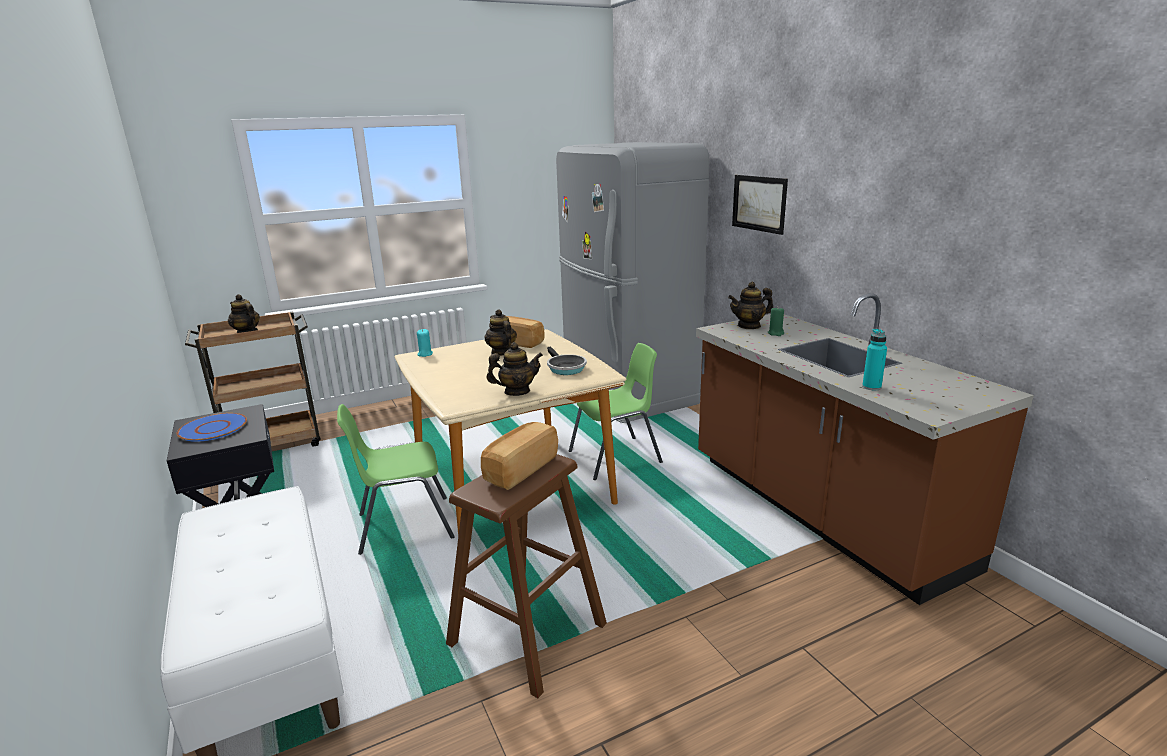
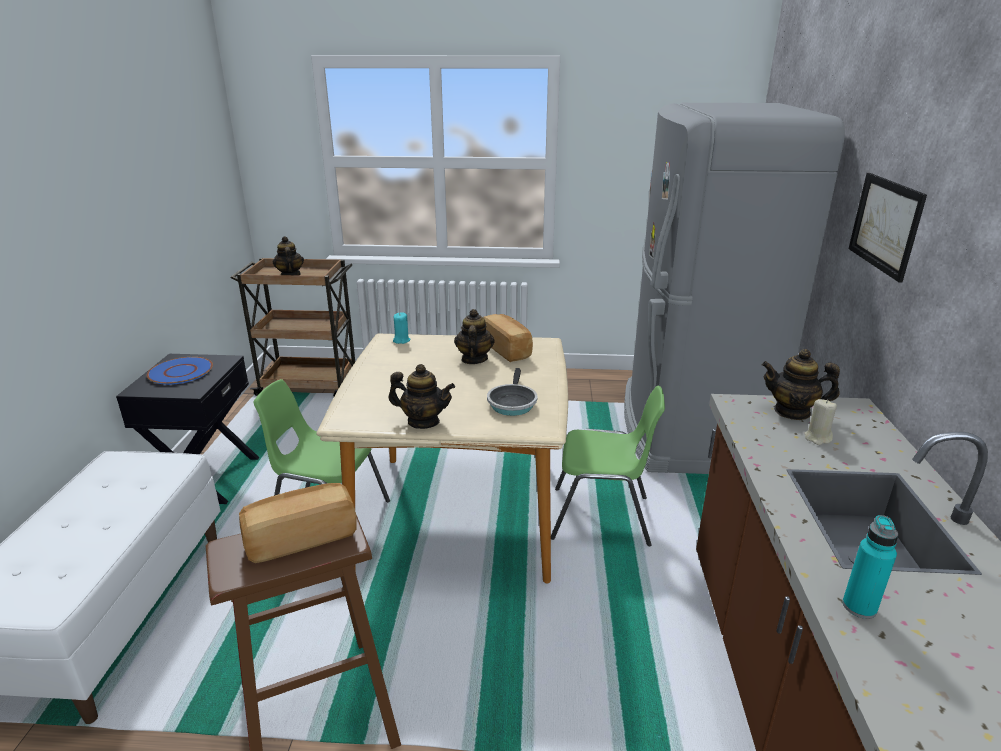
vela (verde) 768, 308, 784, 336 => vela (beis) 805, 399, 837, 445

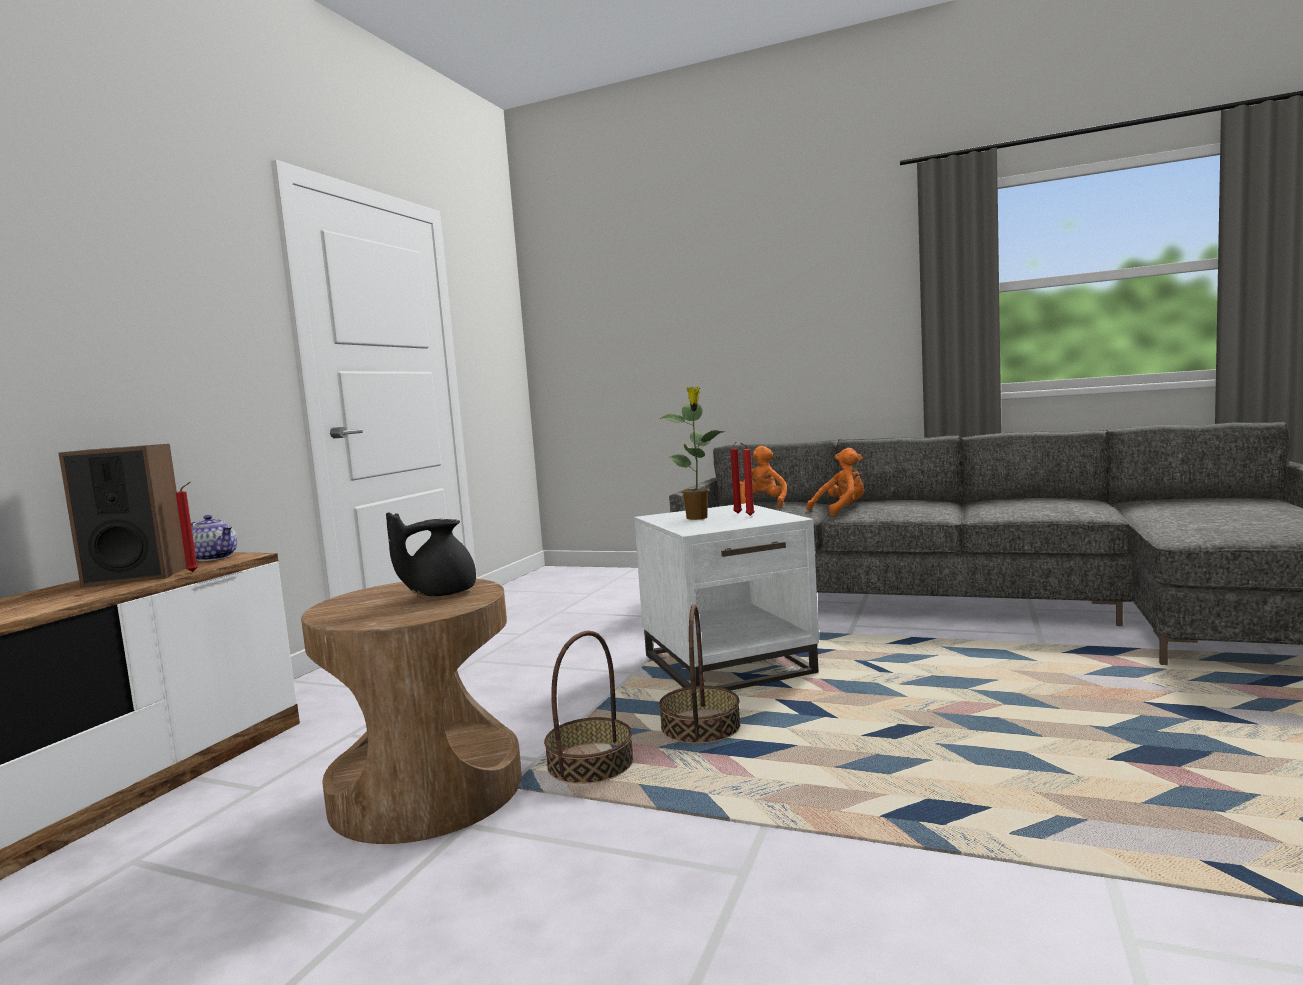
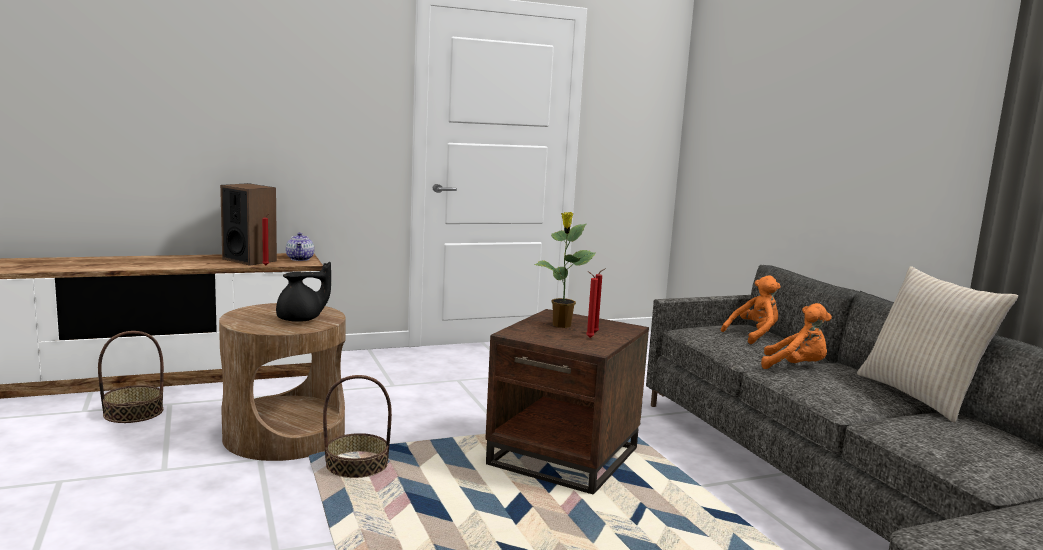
mesa auxiliar (blanco) 634, 503, 819, 691 => mesa auxiliar (marrón) 485, 309, 649, 495
tetera (negro) 386, 513, 476, 596 => tetera (negro) 276, 262, 331, 322, 150 degrees clockwise
cesta 659, 604, 740, 743 => cesta 98, 331, 164, 423, relocated
nothing => cojín (beis) 857, 266, 1018, 423

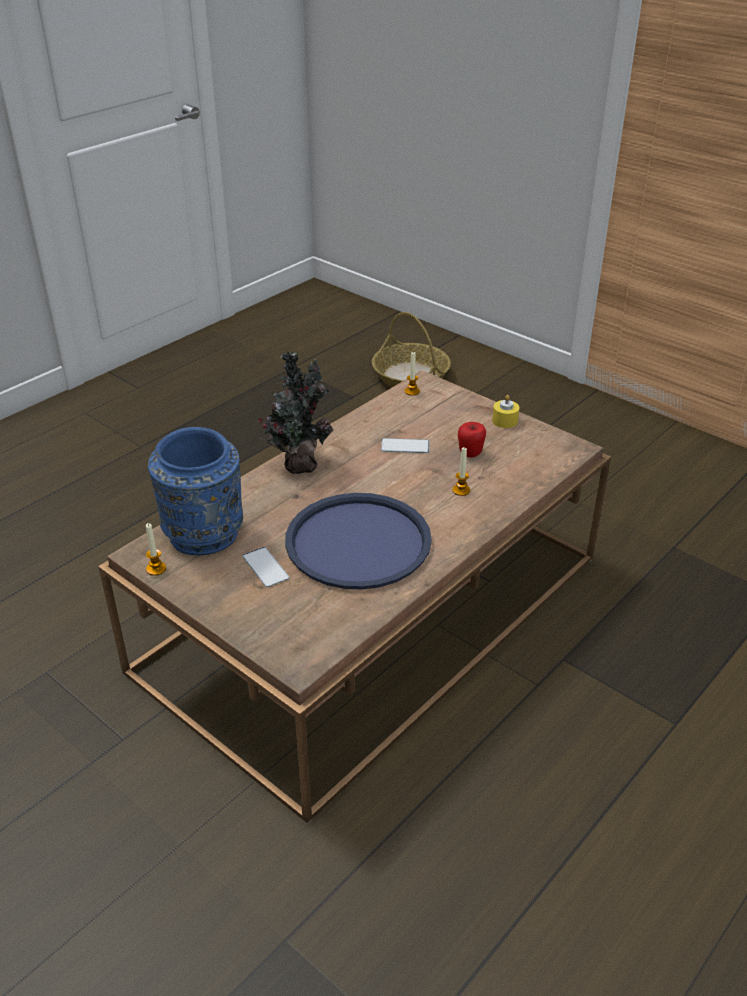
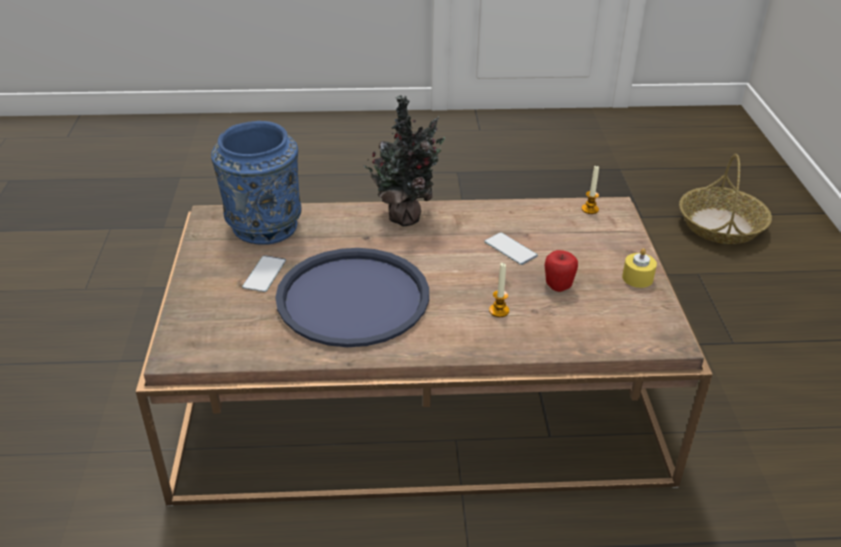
vela 146, 523, 166, 576 => nothing

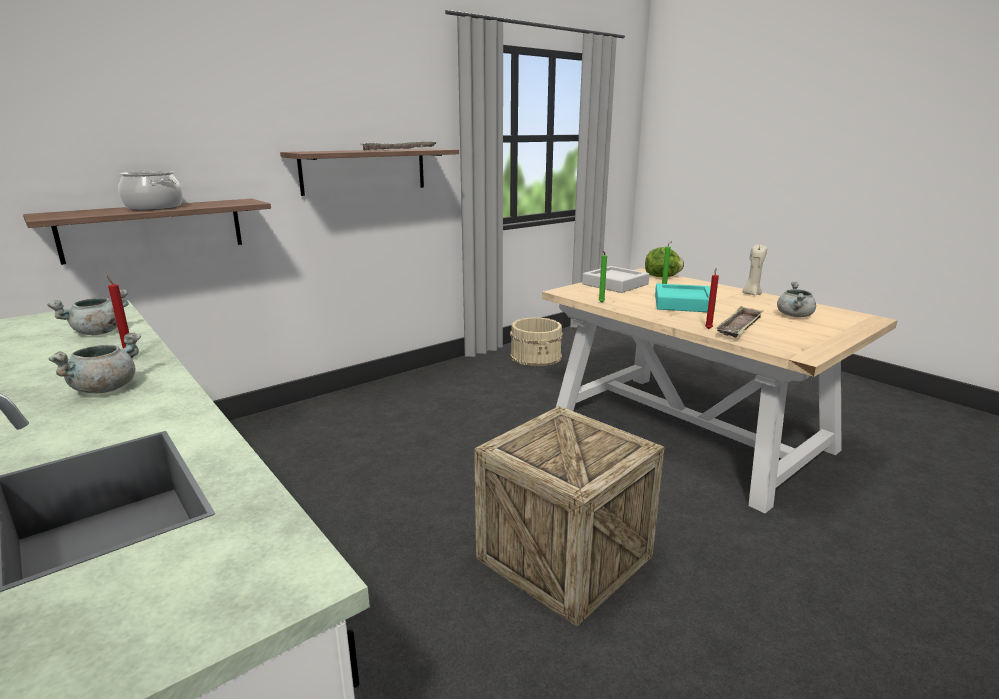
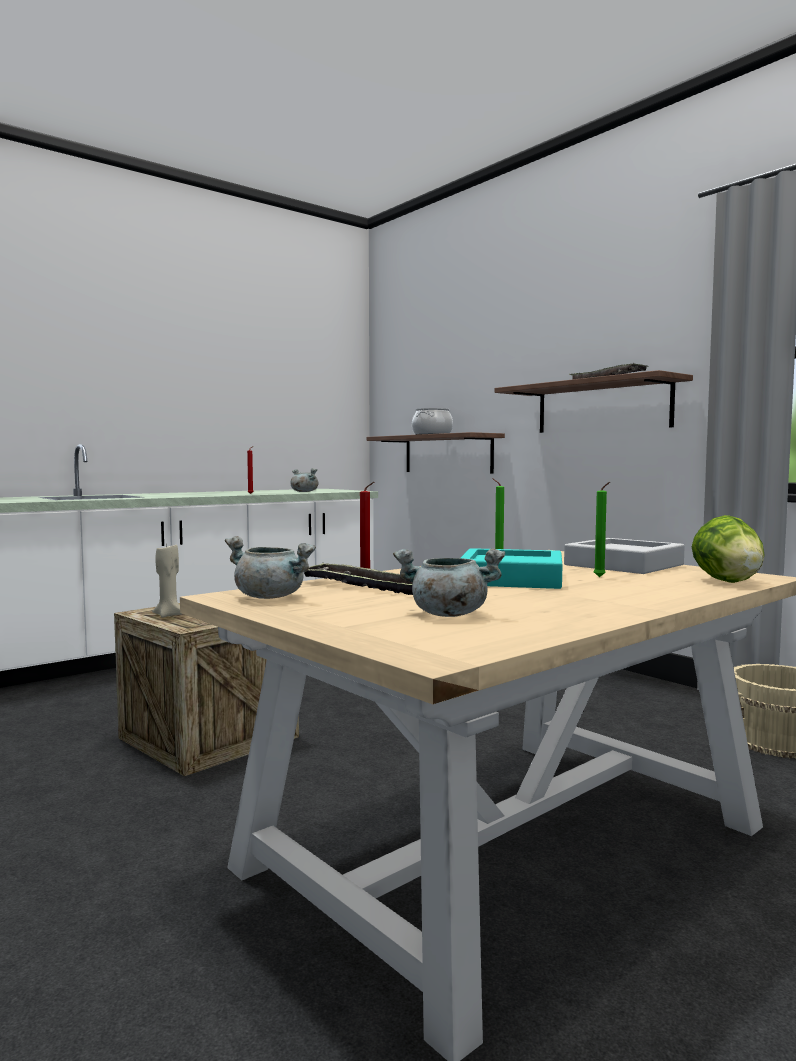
vela (beis) 742, 244, 767, 295 => vela (beis) 152, 543, 182, 618, relocated
olla (gris) 49, 333, 141, 394 => olla (gris) 225, 536, 316, 599, relocated

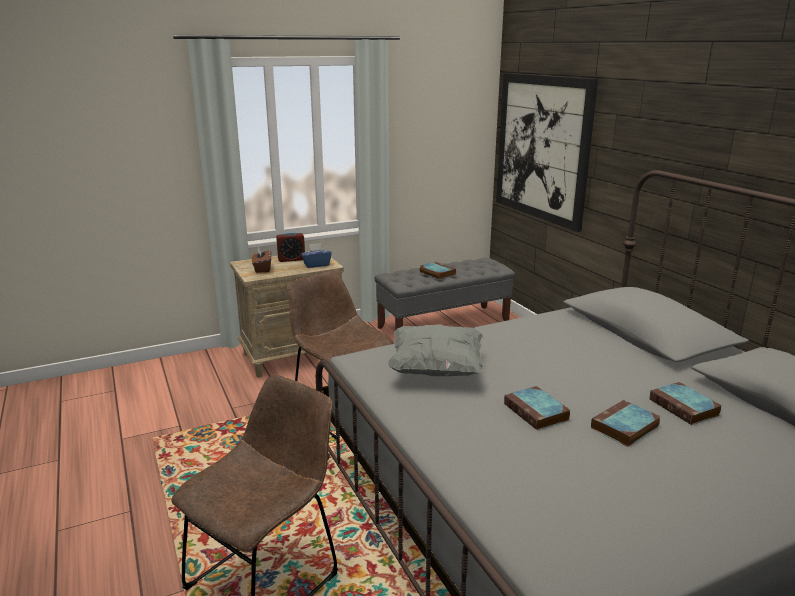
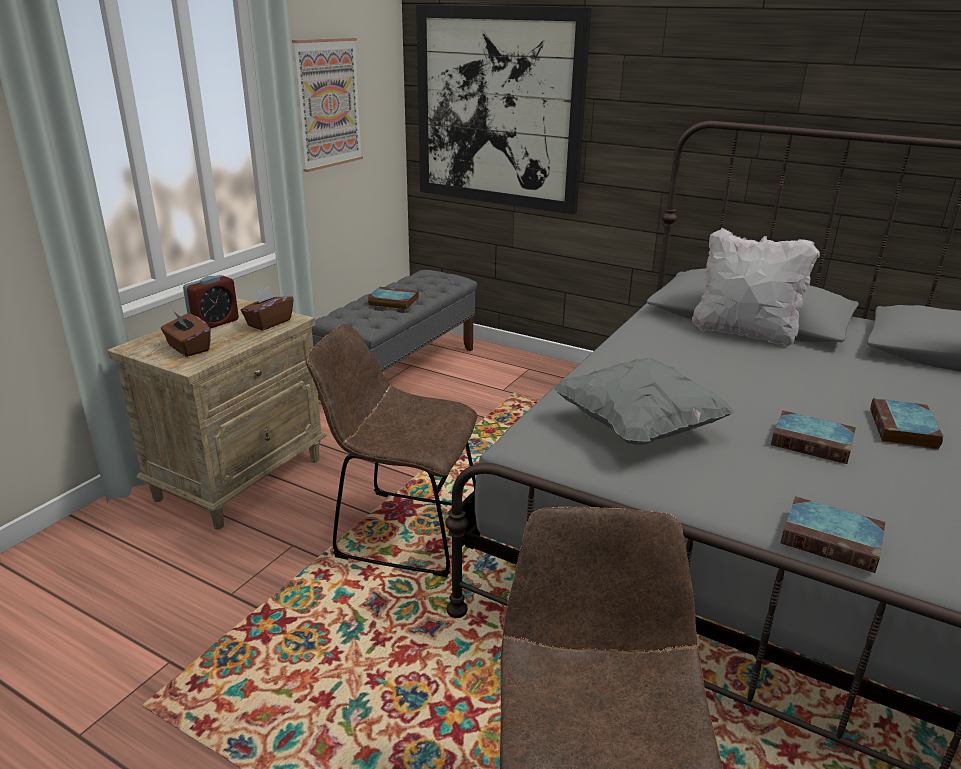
caja de pañuelos (azul) 301, 243, 332, 268 => caja de pañuelos (marrón) 241, 286, 294, 331
libro 650, 382, 722, 425 => libro 780, 496, 885, 573, relocated
nothing => cuadro 292, 38, 363, 172
nothing => cojín (blanco) 692, 228, 820, 347

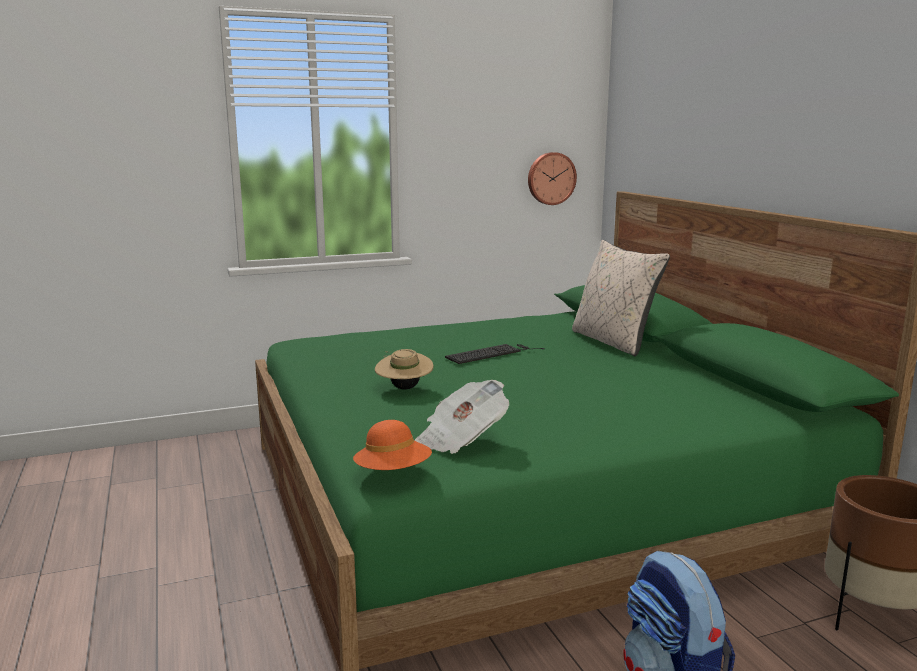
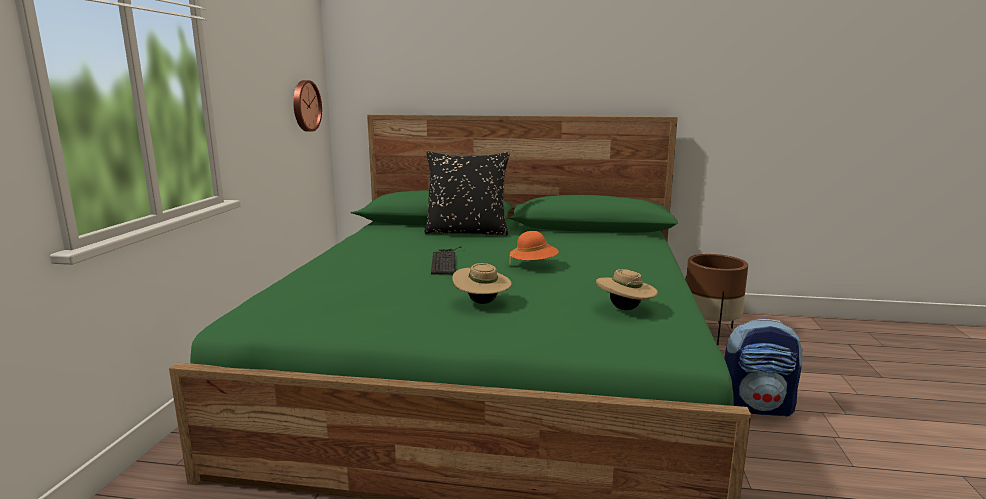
cojín (beis) 572, 240, 670, 356 => cojín (negro) 424, 151, 510, 236
periódico 414, 380, 509, 454 => sombrero (beis) 596, 269, 658, 310
sombrero (naranja) 353, 420, 432, 470 => sombrero (naranja) 510, 231, 559, 261, relocated

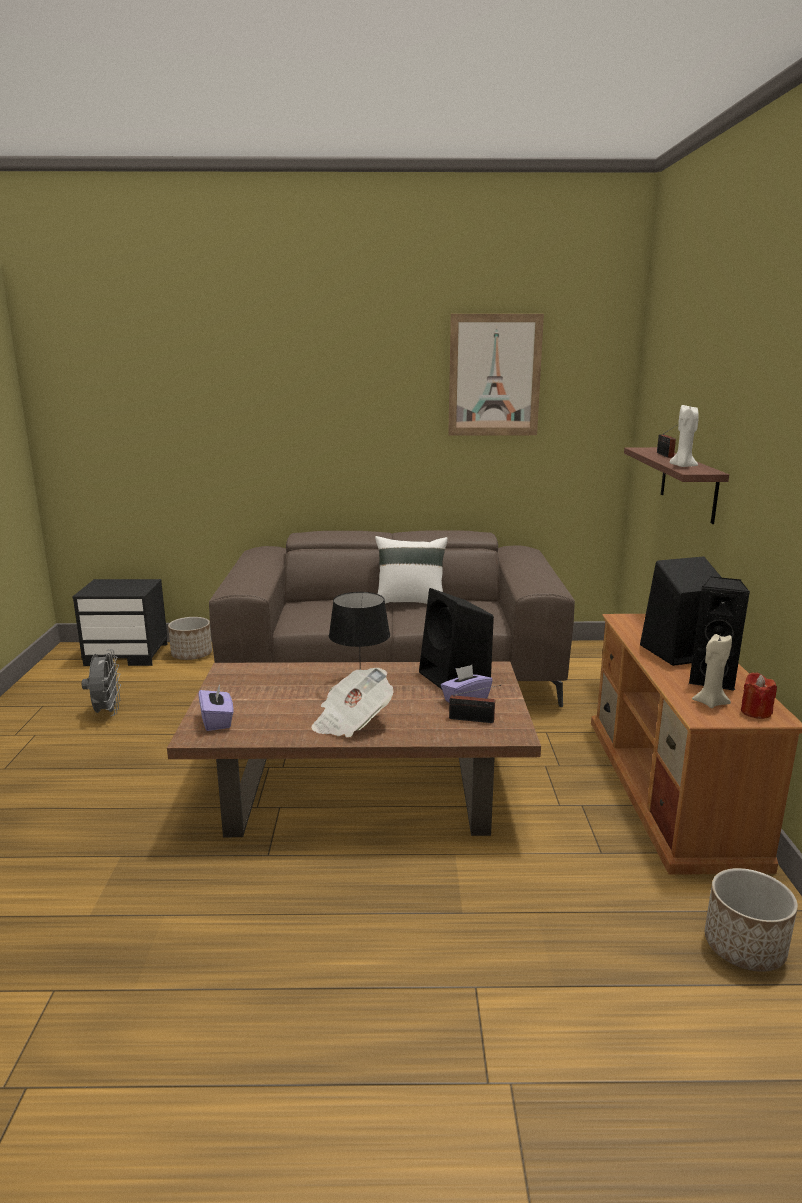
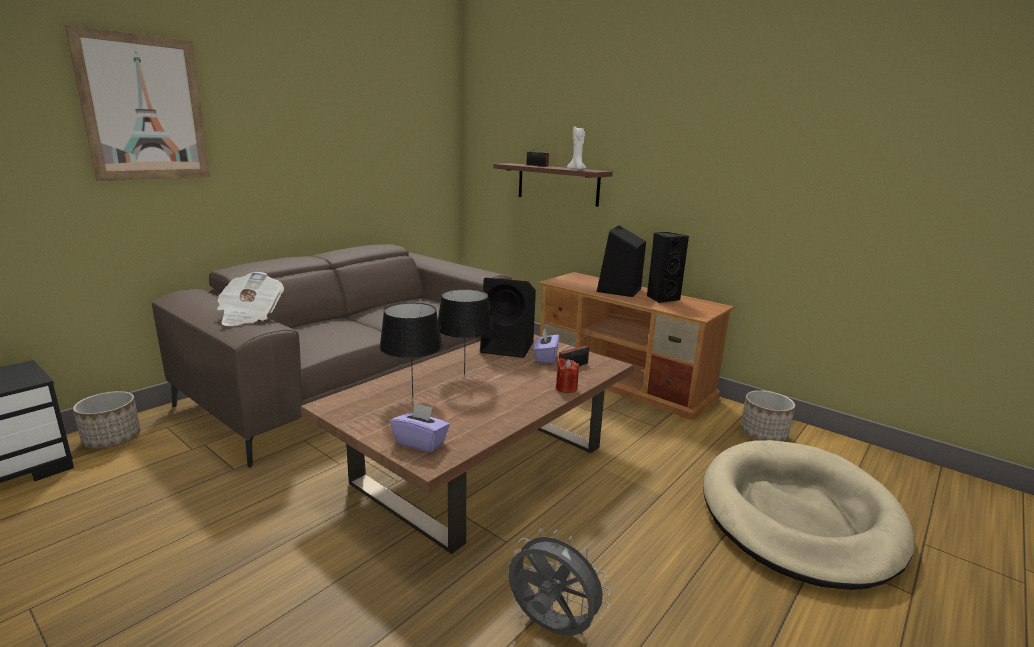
cuadro 448, 314, 544, 435 => cuadro 65, 25, 210, 181, relocated
cojín (blanco) 375, 536, 448, 604 => nothing
vela (beis) 692, 634, 732, 708 => nothing
ventilador (gris) 82, 649, 121, 716 => ventilador (gris) 508, 528, 611, 636, relocated
periódico 311, 668, 394, 738 => periódico 217, 272, 284, 326, relocated
vela (rojo) 741, 673, 777, 719 => vela (rojo) 556, 358, 579, 393, relocated
nothing => lámpara de mesa (negro) 380, 303, 442, 397
nothing => cama para perro (beis) 703, 440, 914, 590

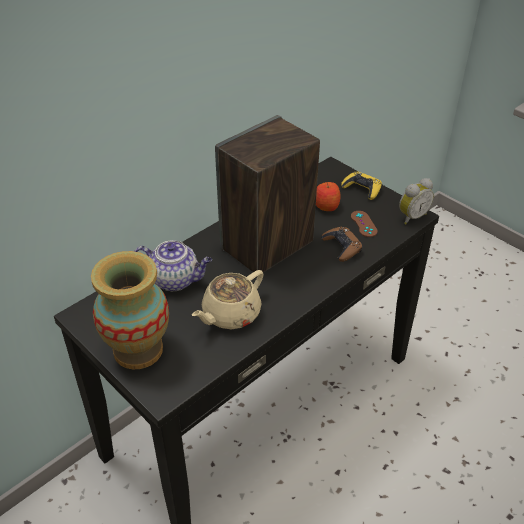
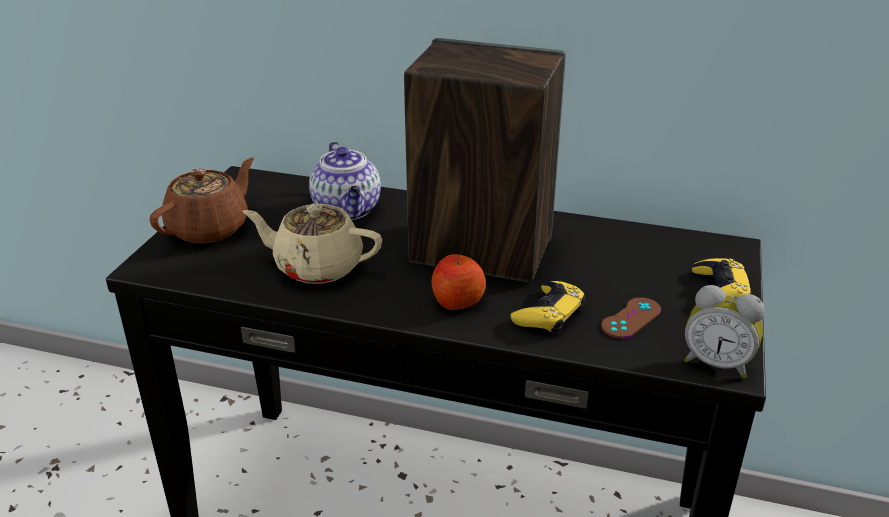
manzana 316, 182, 341, 211 => manzana 431, 254, 486, 310, relocated
mando de consola (marrón) 321, 227, 363, 262 => mando de consola (amarillo) 511, 281, 585, 335
florero 91, 251, 169, 369 => tetera (marrón) 149, 157, 254, 243

